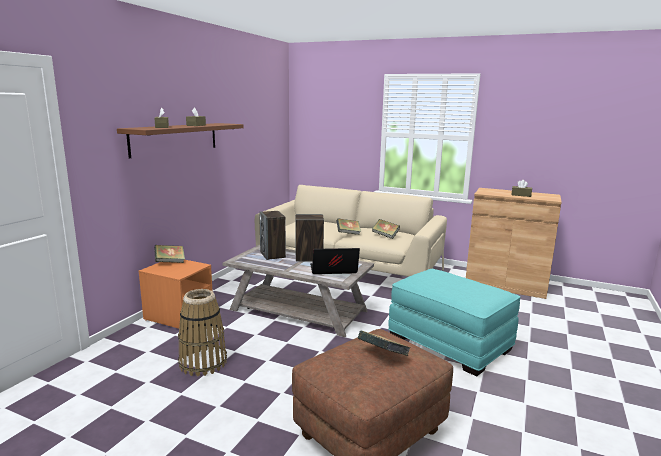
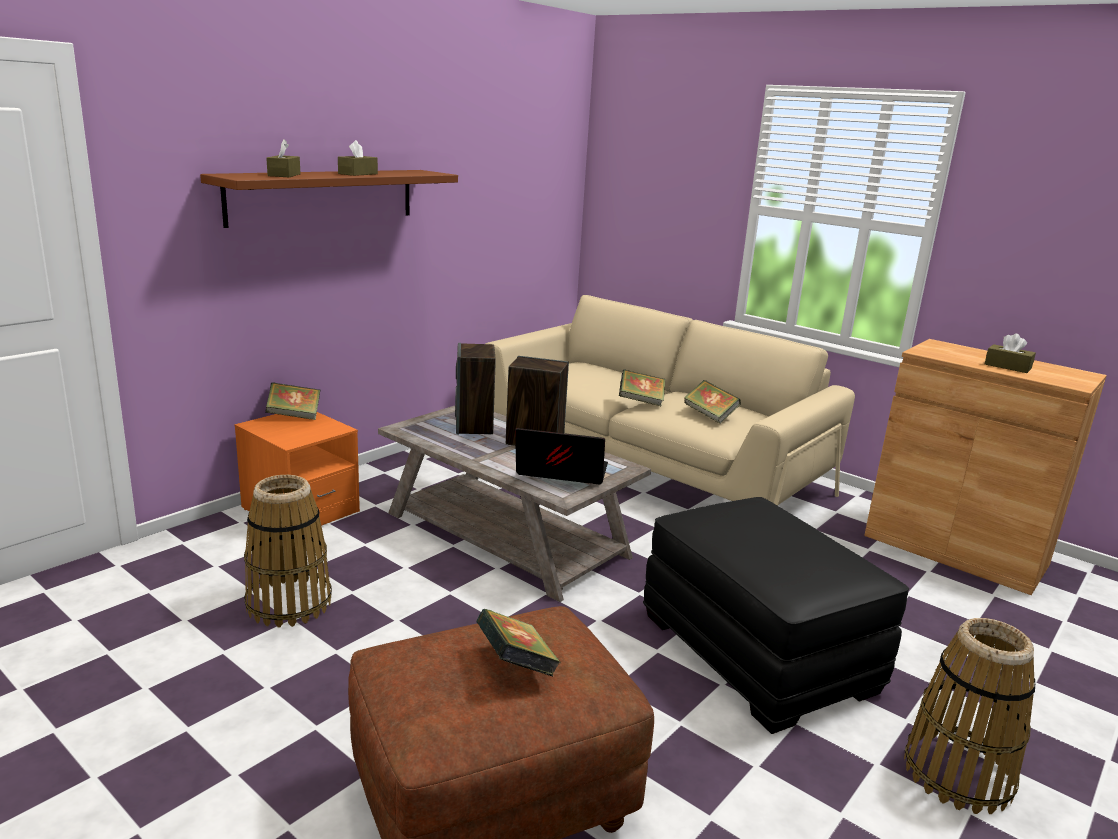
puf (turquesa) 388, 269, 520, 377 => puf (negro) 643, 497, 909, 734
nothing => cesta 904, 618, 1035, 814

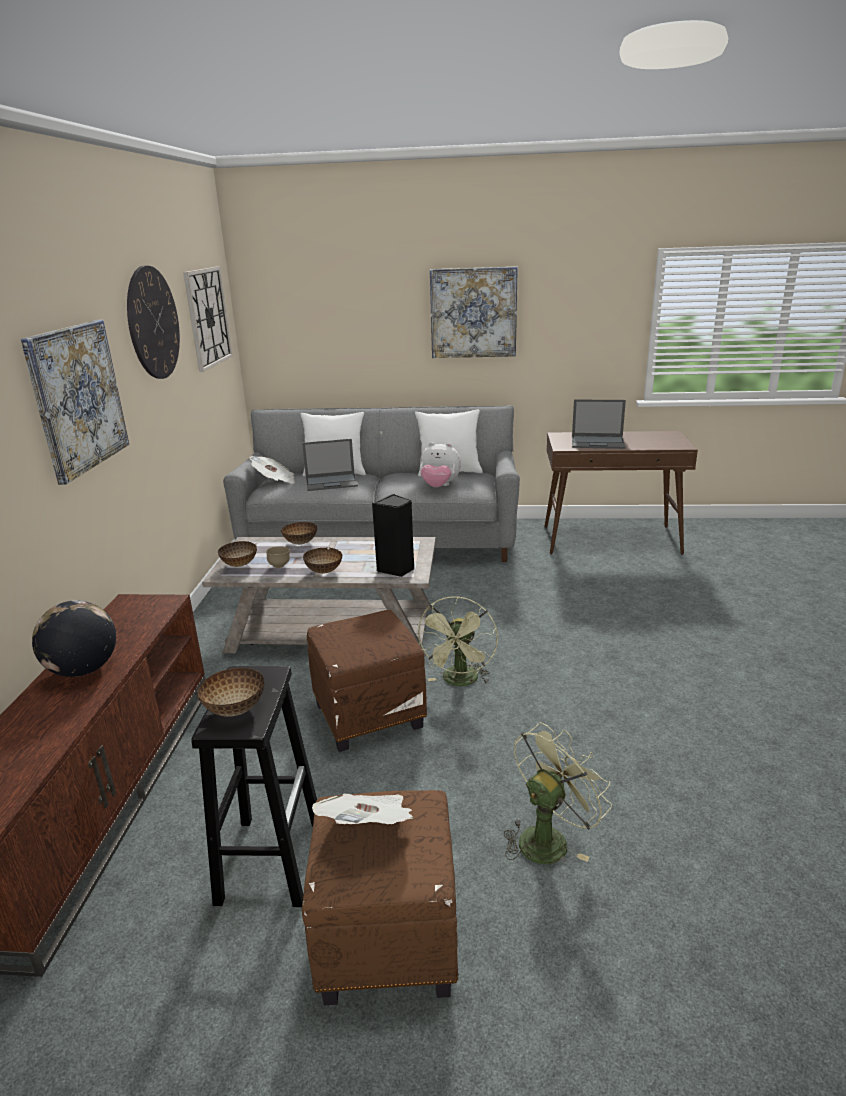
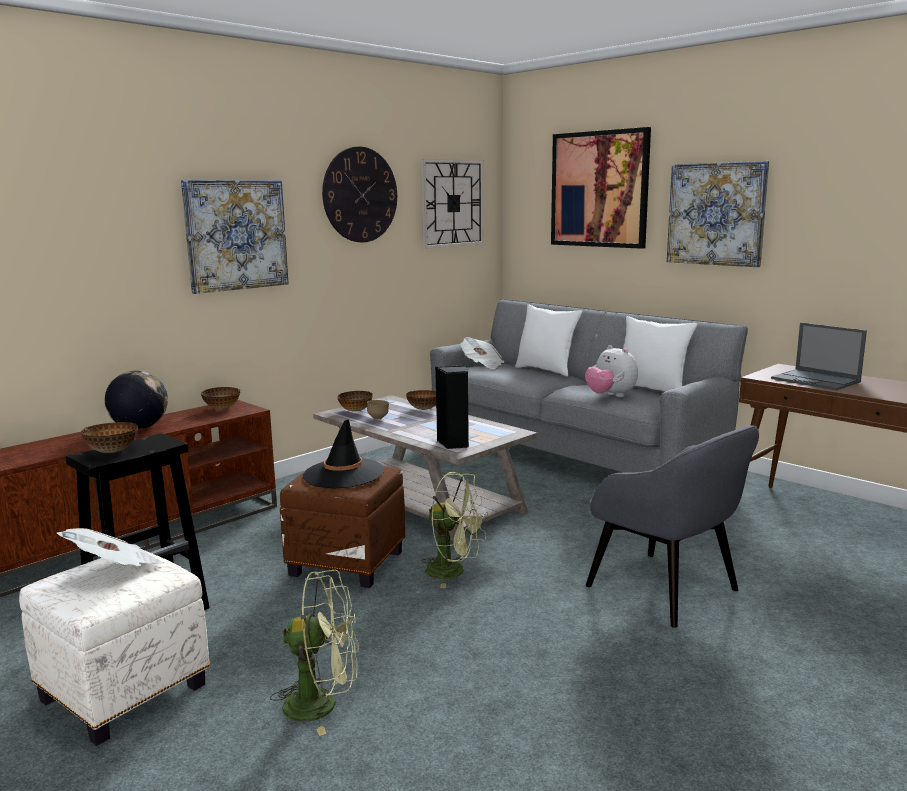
portátil 302, 439, 358, 491 => nothing
cuenco 303, 548, 342, 574 => cuenco 201, 387, 240, 409, relocated
ventilador (verde) 417, 596, 498, 686 => ventilador (verde) 421, 472, 488, 588, 120 degrees counterclockwise
puf (marrón) 302, 790, 458, 1005 => puf (blanco) 19, 549, 210, 746
nothing => cuadro 551, 127, 651, 249
nothing => sombrero (negro) 303, 420, 384, 489
nothing => sillón (gris) 586, 425, 759, 628

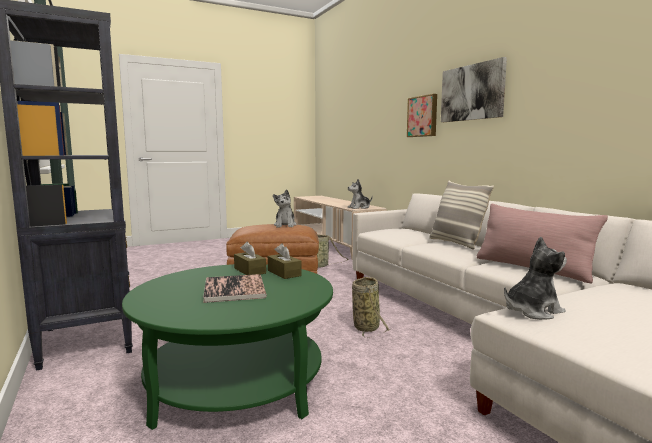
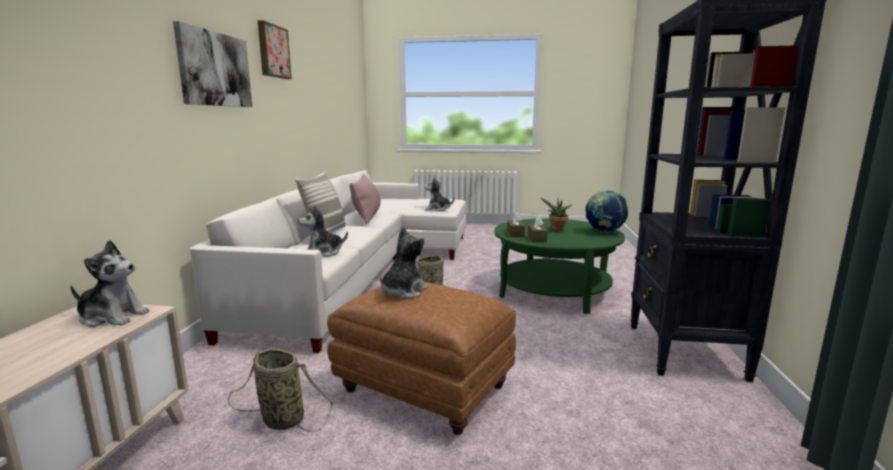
cuadro 407, 94, 437, 137 => cuadro 258, 20, 292, 79, relocated
libro 203, 274, 267, 303 => planta en maceta 541, 198, 572, 231
nothing => globo terráqueo 585, 190, 628, 233
nothing => peluche 298, 205, 348, 257

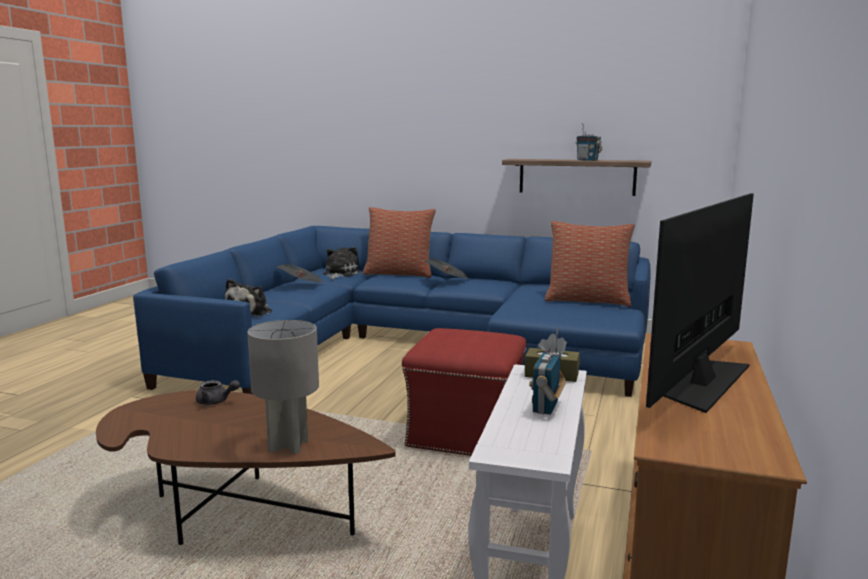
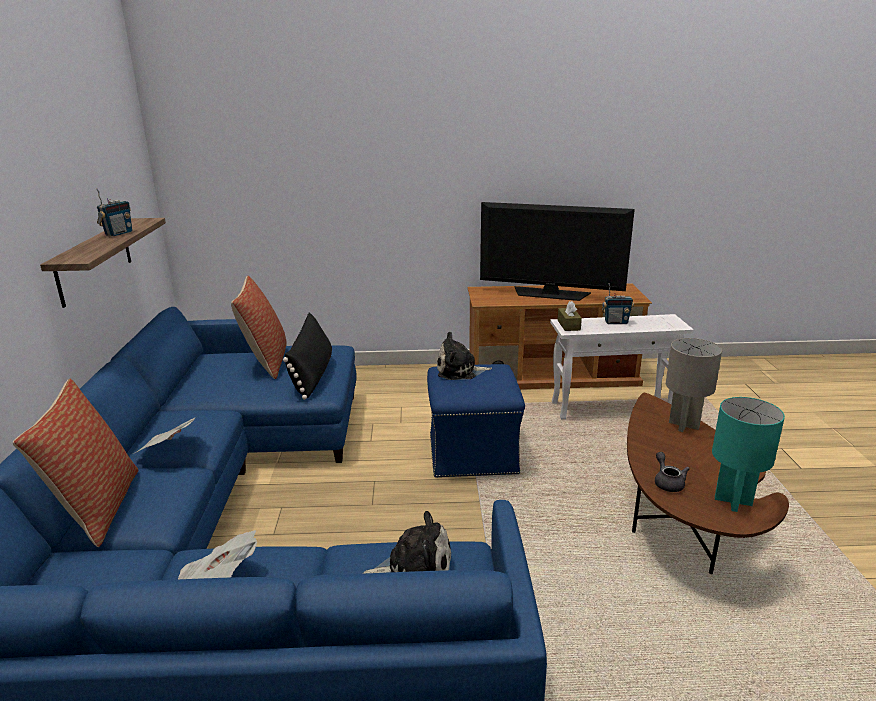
peluche 323, 247, 360, 279 => peluche 437, 332, 492, 380, relocated
puf (rojo) 402, 328, 527, 456 => puf (azul) 427, 364, 525, 478
nothing => cojín (negro) 283, 313, 332, 400
nothing => lámpara de mesa (turquesa) 712, 397, 785, 512

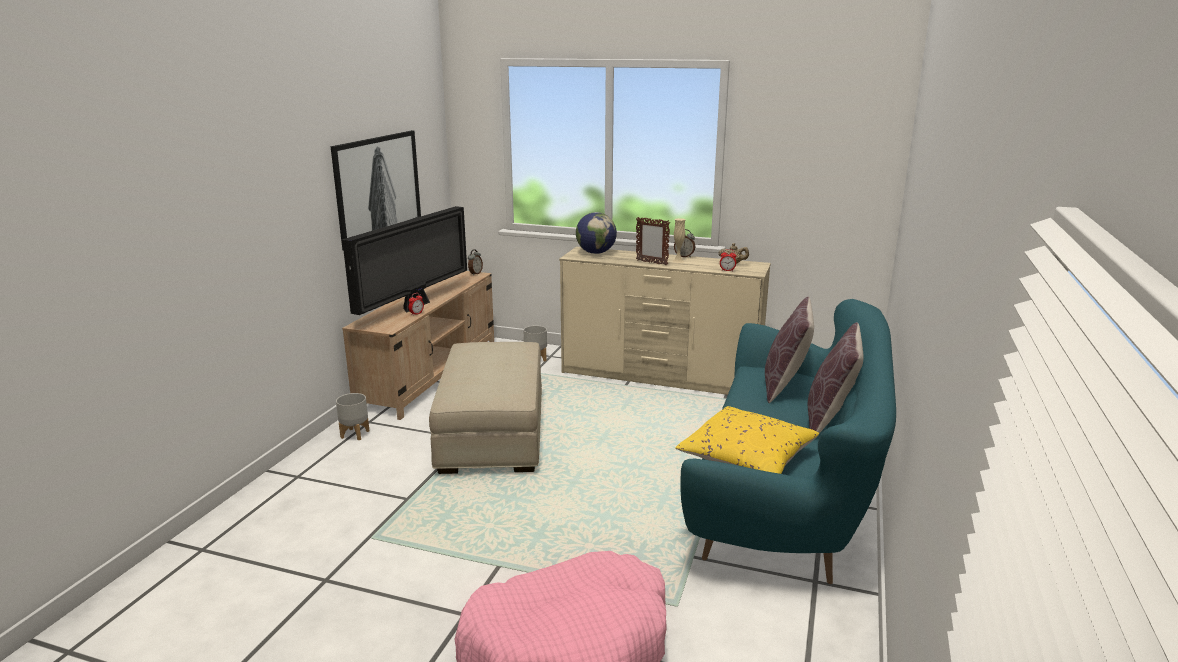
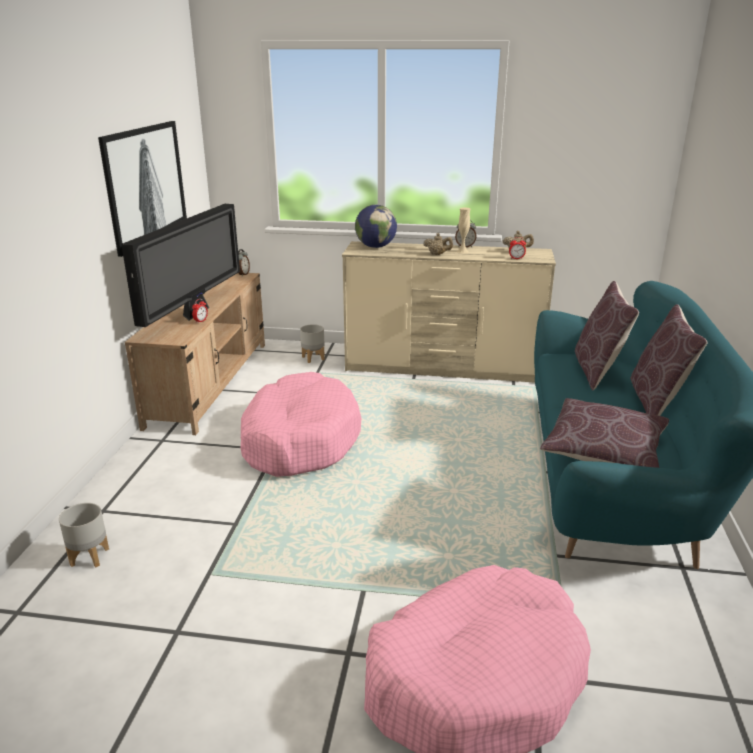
portarretratos 636, 217, 670, 265 => tetera (beis) 424, 233, 453, 255
puf (beis) 429, 342, 542, 474 => cama para perro (rosa) 241, 372, 361, 477
maceta (gris) 336, 393, 370, 440 => maceta (gris) 59, 503, 109, 567, relocated
cojín (amarillo) 675, 406, 819, 474 => cojín (marrón) 540, 398, 669, 468

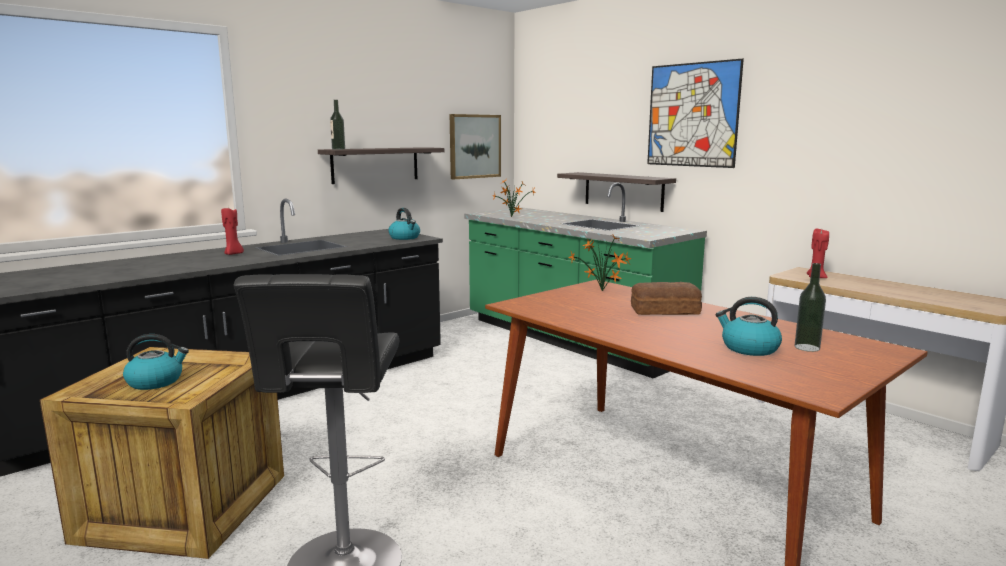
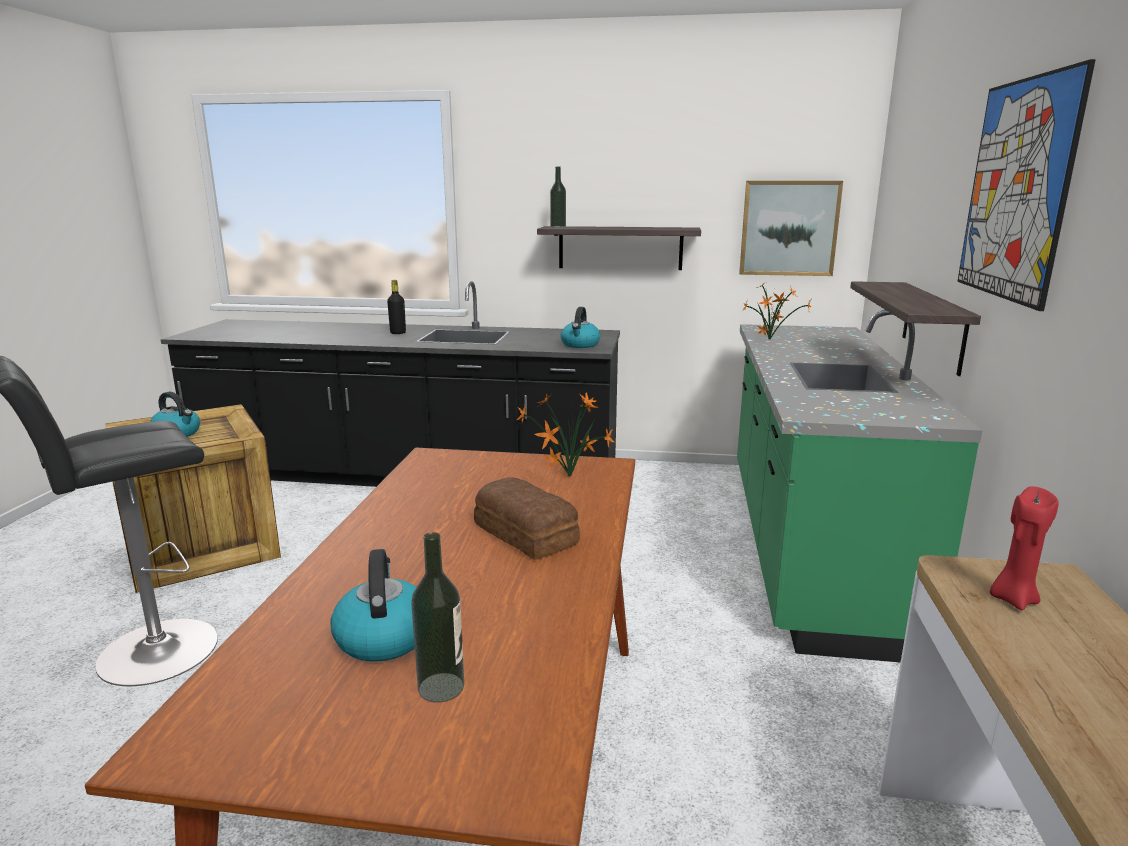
vela (rojo) 221, 208, 244, 255 => botella (negro) 387, 280, 406, 334

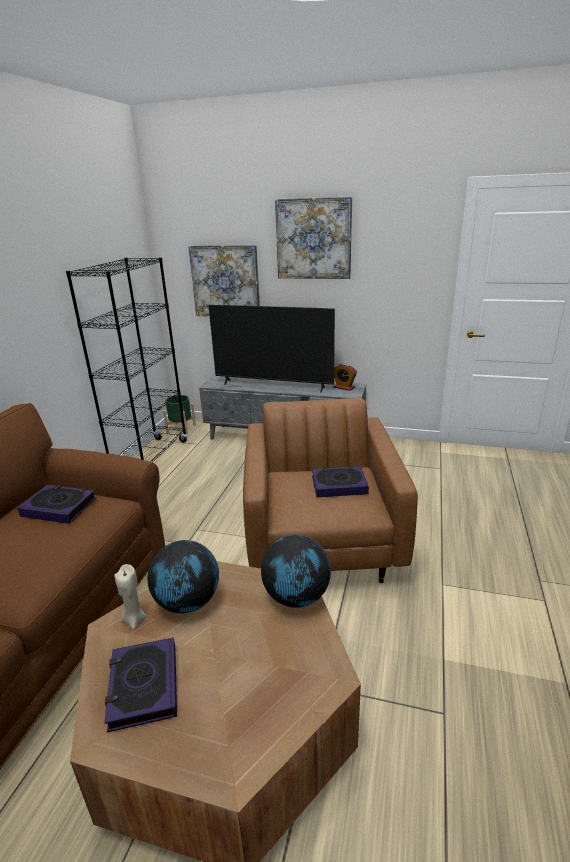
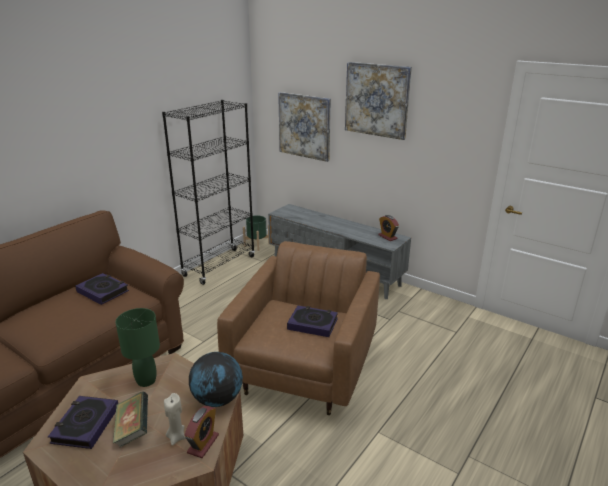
televisor 208, 305, 335, 393 => nothing
globo terráqueo 147, 540, 219, 613 => lámpara de mesa (verde) 116, 308, 160, 387
vela (beis) 114, 564, 147, 630 => vela (beis) 164, 393, 186, 446, relocated
nothing => libro 113, 392, 148, 447
nothing => despertador 184, 406, 219, 458

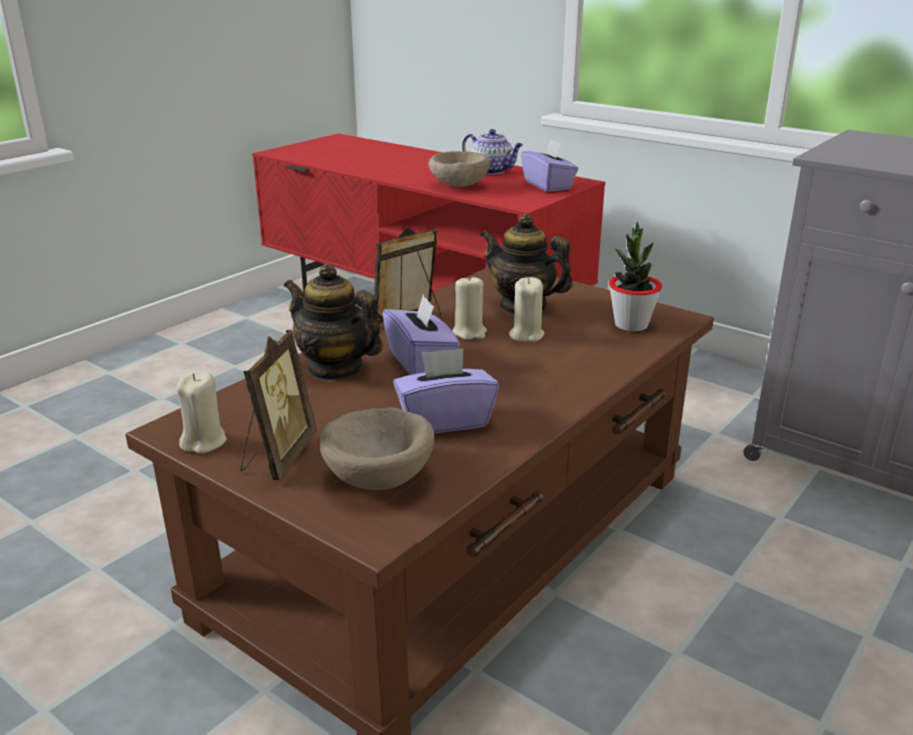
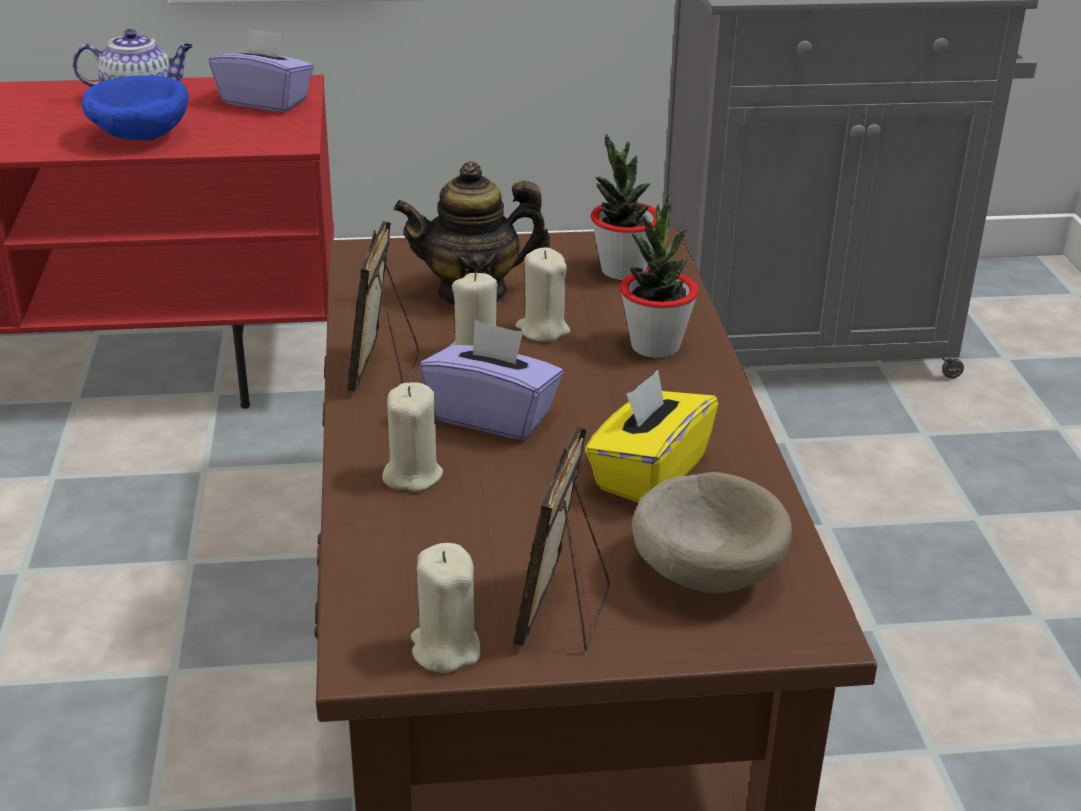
cuenco (beis) 428, 151, 490, 187 => cuenco (azul) 82, 75, 188, 140
tetera 284, 263, 383, 381 => vela (beis) 382, 382, 443, 492
portarretratos 240, 330, 317, 480 => portarretratos 513, 427, 610, 651, 135 degrees counterclockwise
caja de pañuelos (morado) 393, 348, 499, 434 => caja de pañuelos (amarillo) 585, 370, 718, 502
nothing => planta en maceta 620, 195, 699, 358

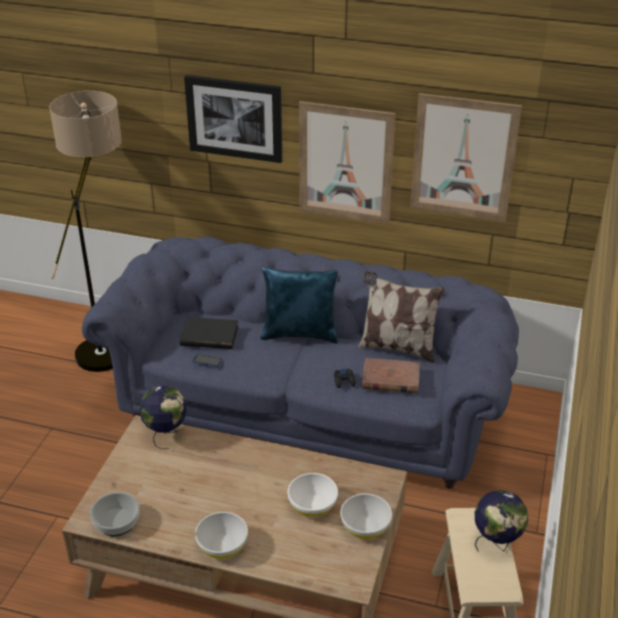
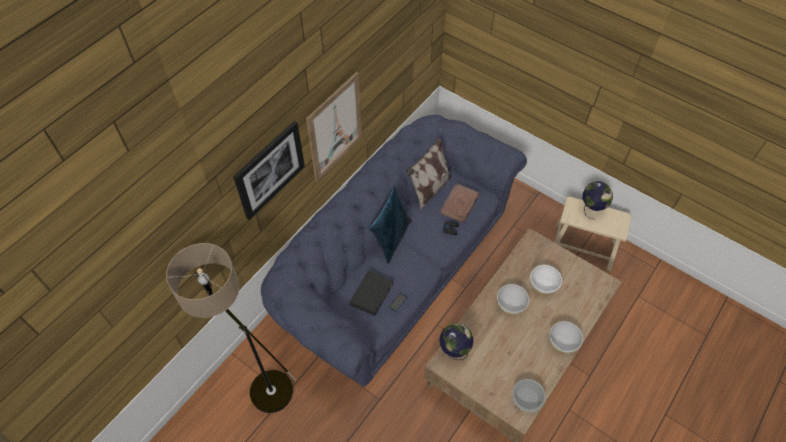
cuadro 410, 93, 522, 222 => nothing
cuenco (blanco) 340, 494, 392, 539 => cuenco (blanco) 497, 284, 529, 314, relocated

